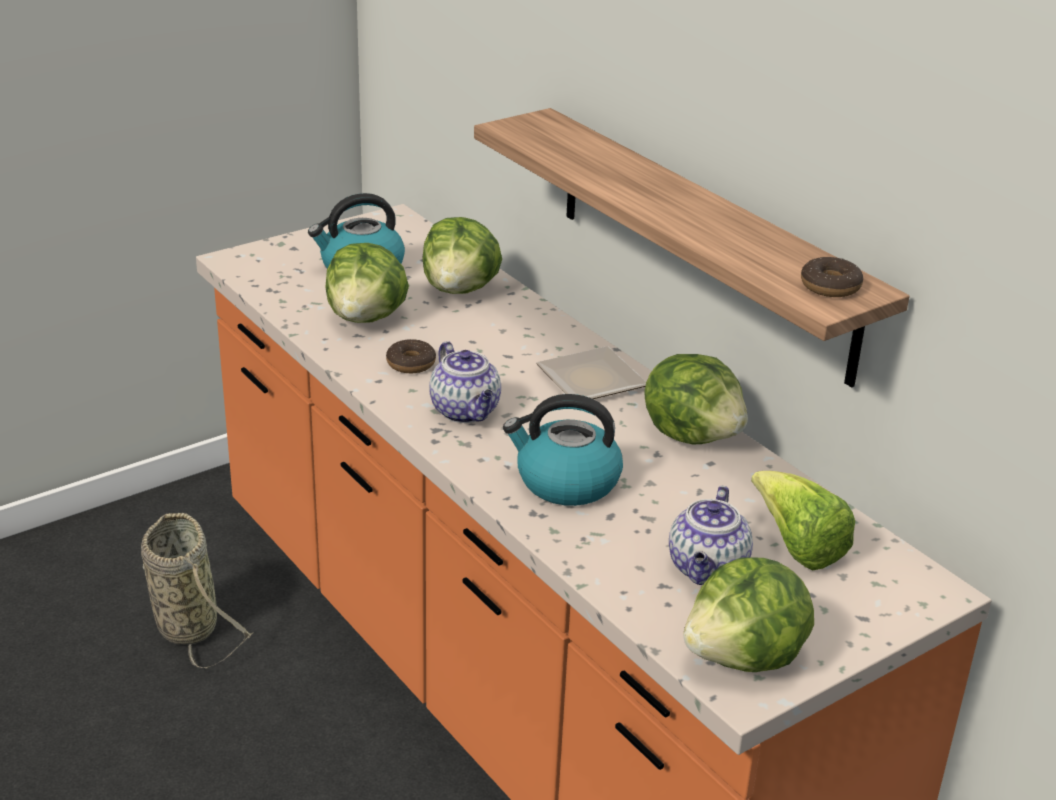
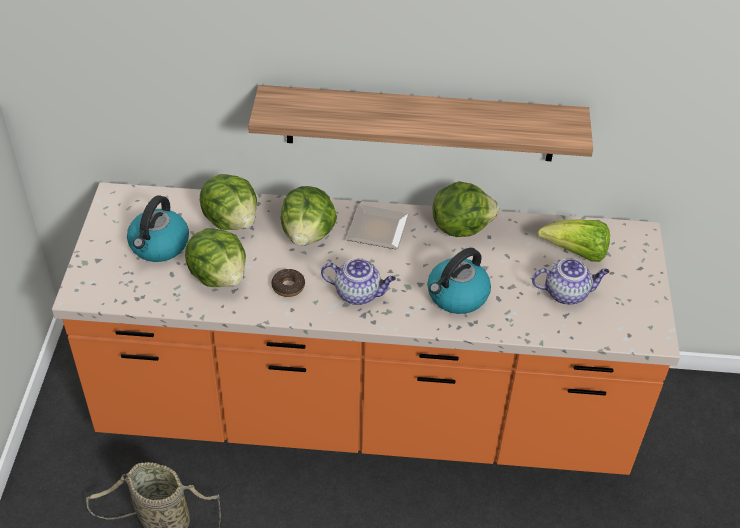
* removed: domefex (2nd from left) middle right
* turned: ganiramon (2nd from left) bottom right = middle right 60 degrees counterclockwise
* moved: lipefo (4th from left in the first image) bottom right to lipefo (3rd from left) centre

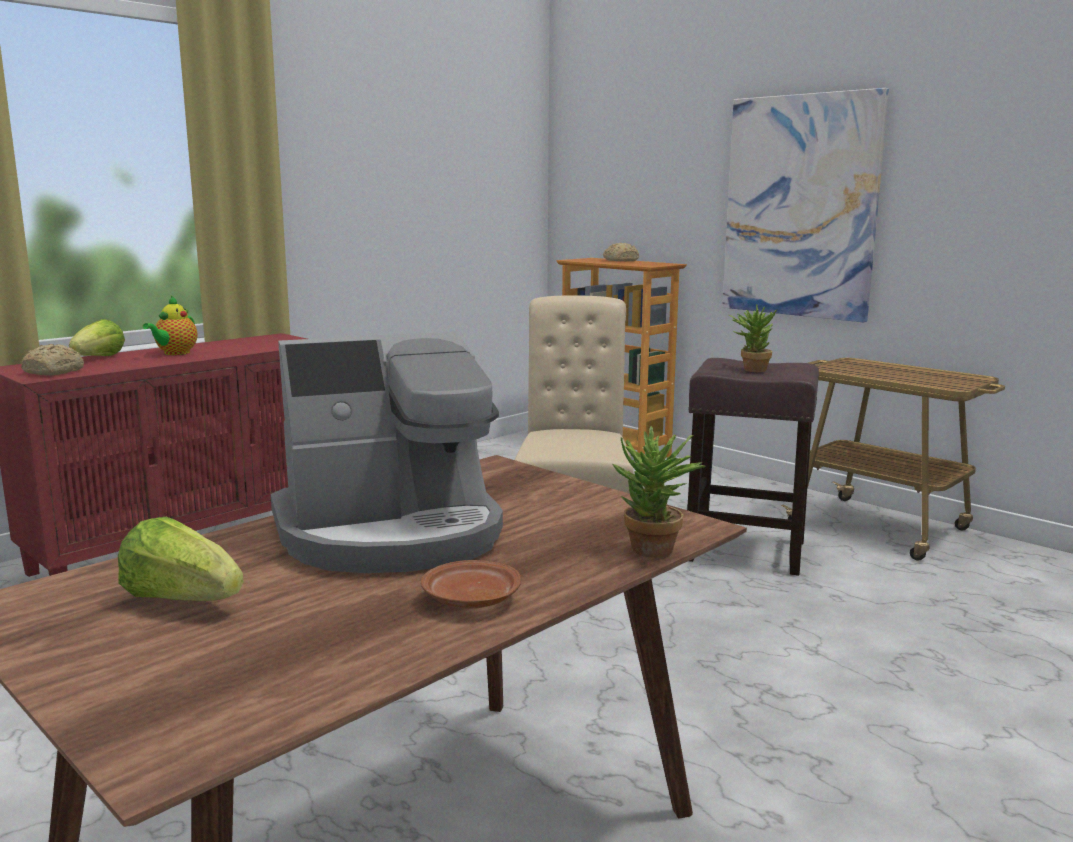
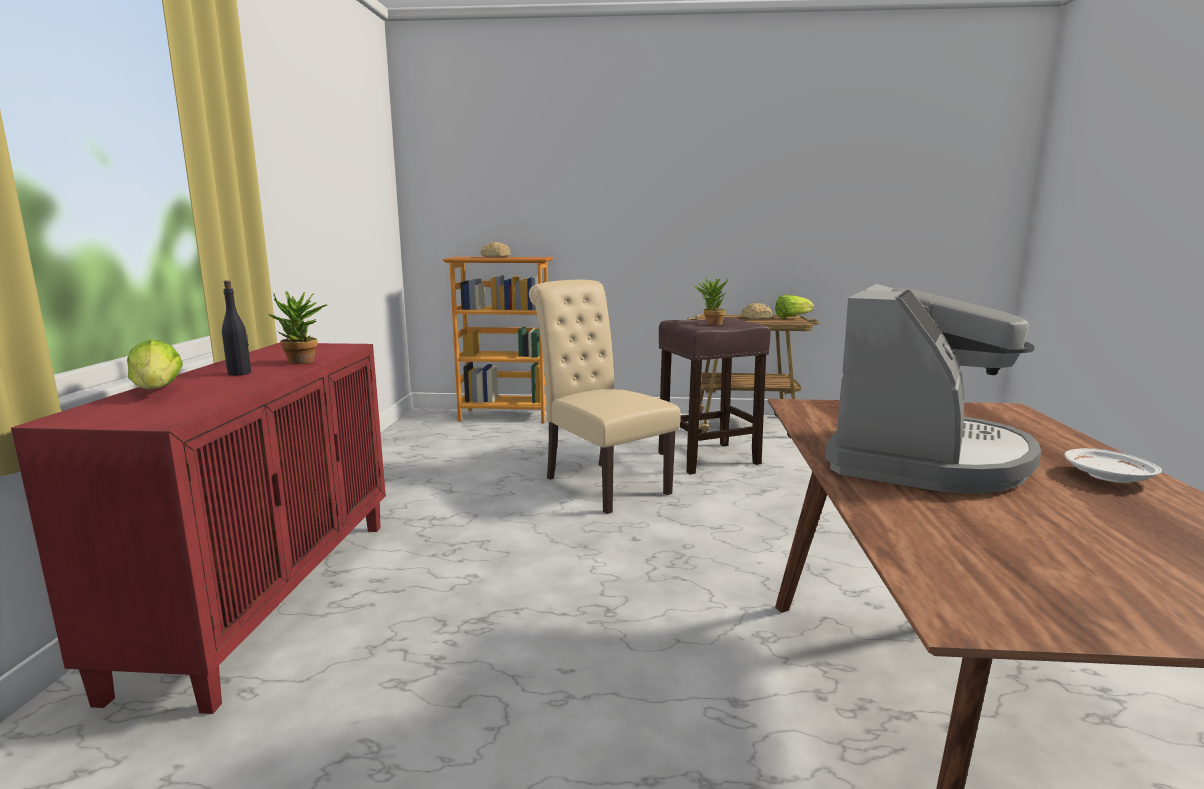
* removed: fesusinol top right
* replaced: ganiramon middle left to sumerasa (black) middle left
* moved: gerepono (1st from left in the first image) middle left to gerepono (2nd from left) centre
* moved: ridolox (1st from left) centre to middle left
* moved: lipefo (2nd from left) middle left to centre
* recoloured: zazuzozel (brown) bottom centre to zazuzozel (white) middle right

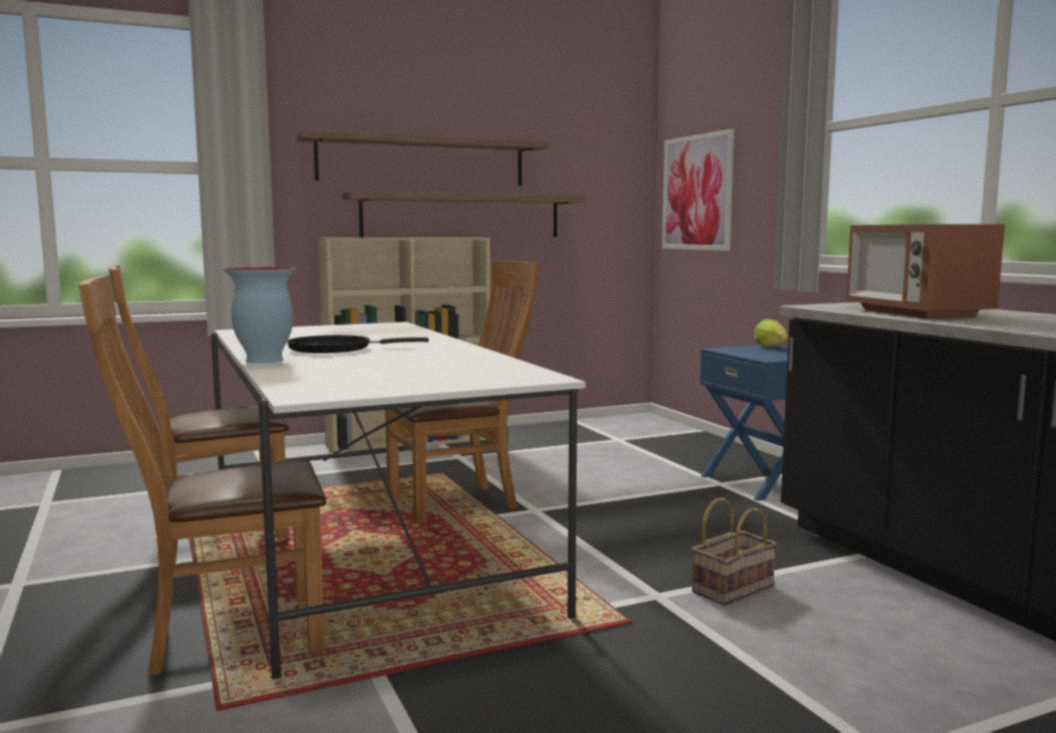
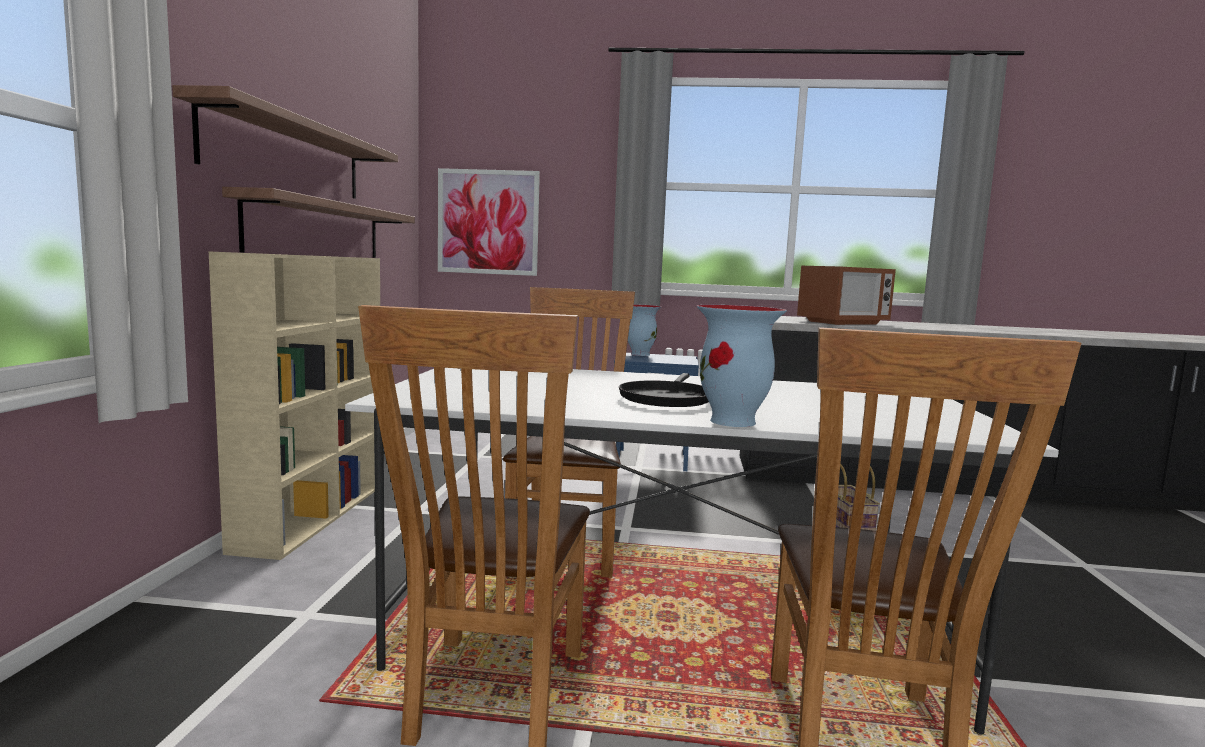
* turned: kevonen middle right = middle right 45 degrees counterclockwise
* replaced: lipefo middle right to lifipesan (1st from left) centre

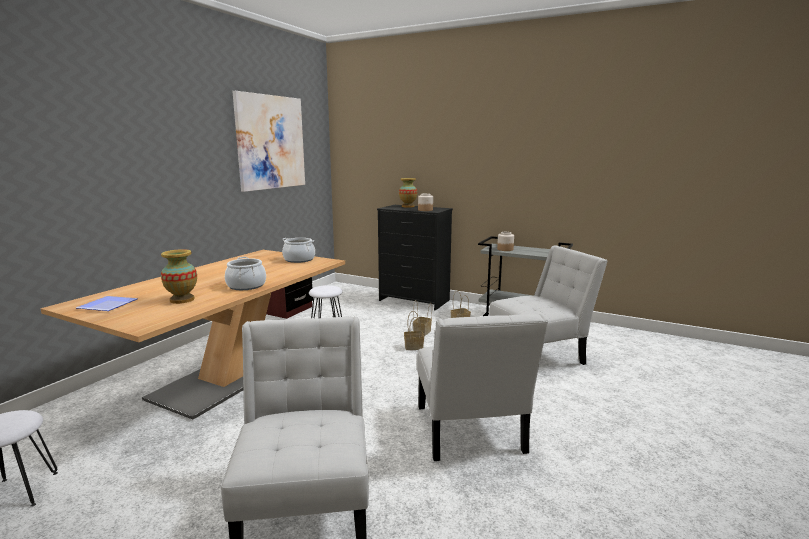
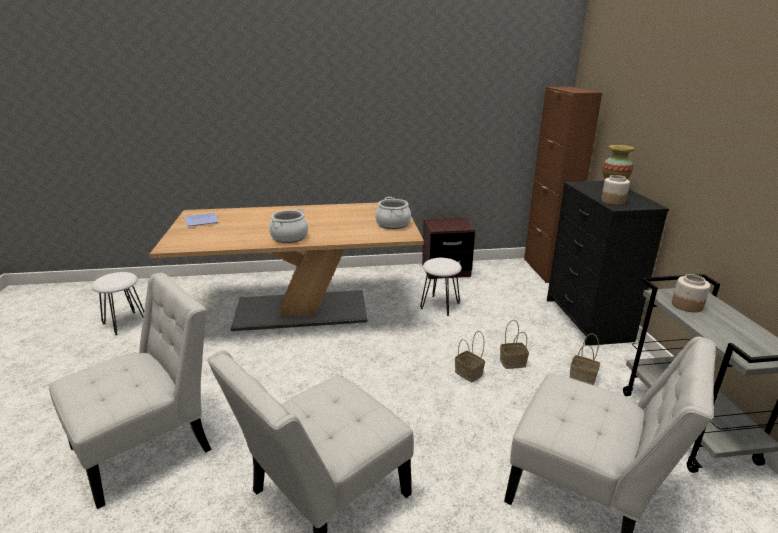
* removed: fesusinol top left
* removed: lifipesan (1st from left) middle left
* added: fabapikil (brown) middle right

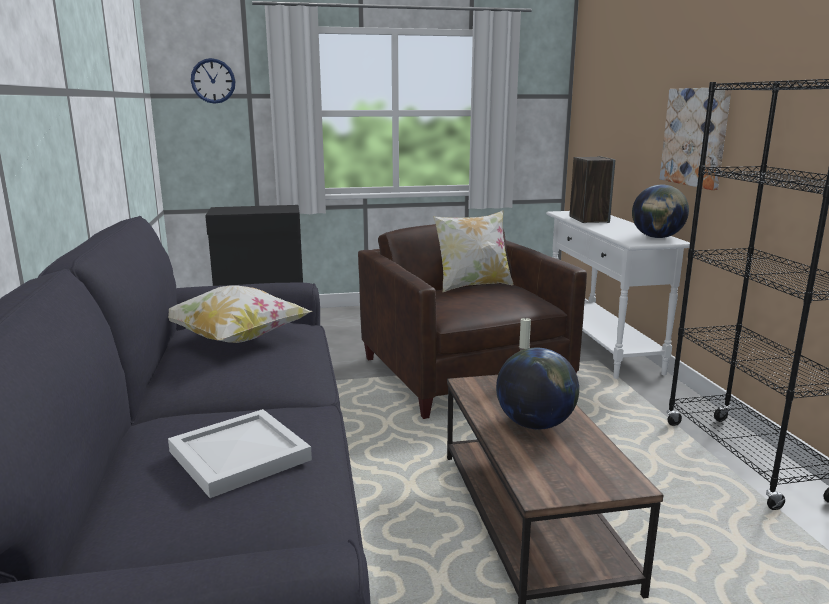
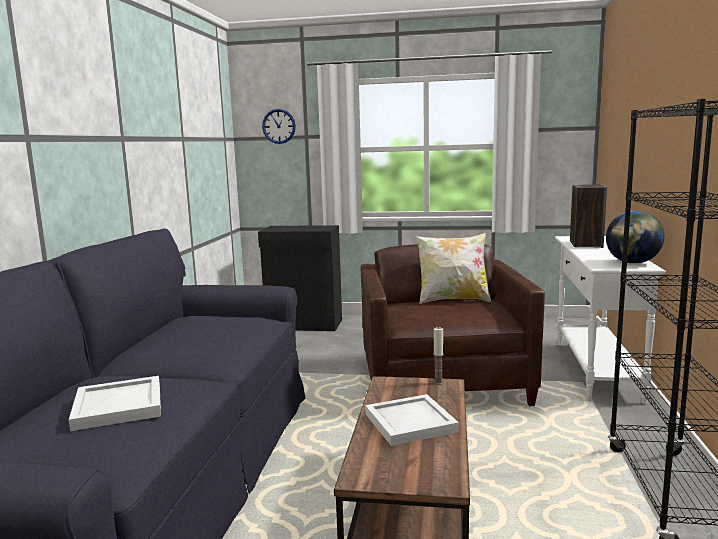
* removed: fesusinol top right
* removed: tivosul (1st from left) middle left
* replaced: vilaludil (1st from left) centre to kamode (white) (2nd from left) bottom centre

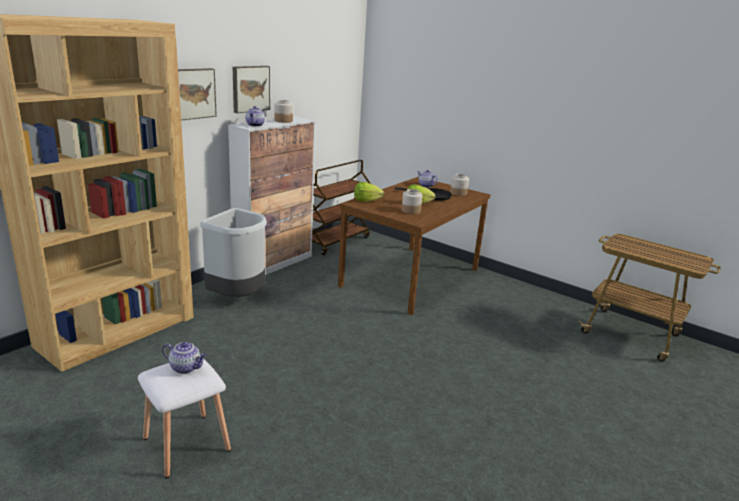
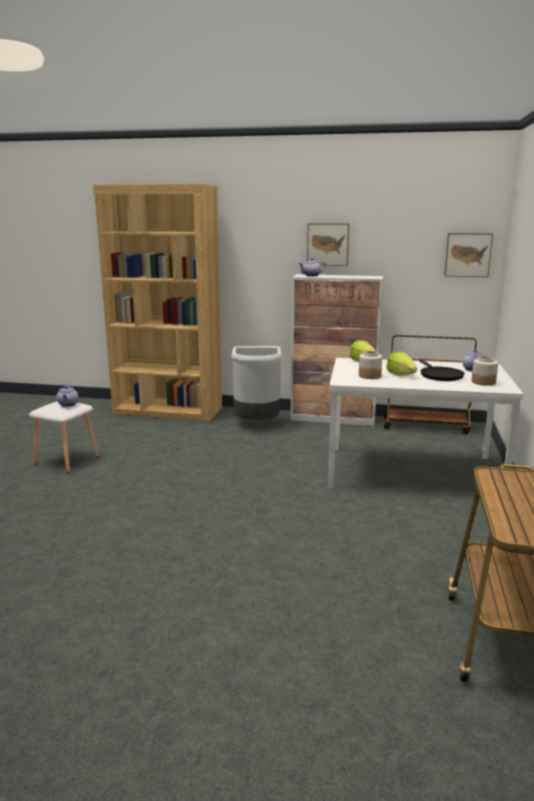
* moved: fesusinol (1st from left in the first image) top left to fesusinol (2nd from left) top right
* removed: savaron (1st from left) top centre
* recoloured: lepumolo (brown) centre to lepumolo (white) middle right

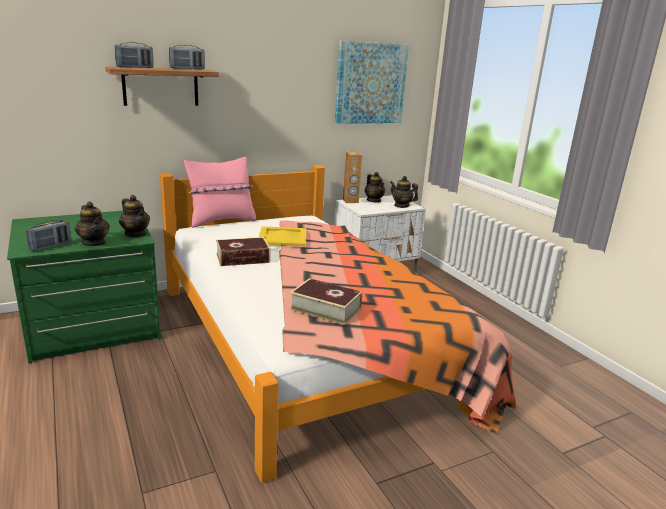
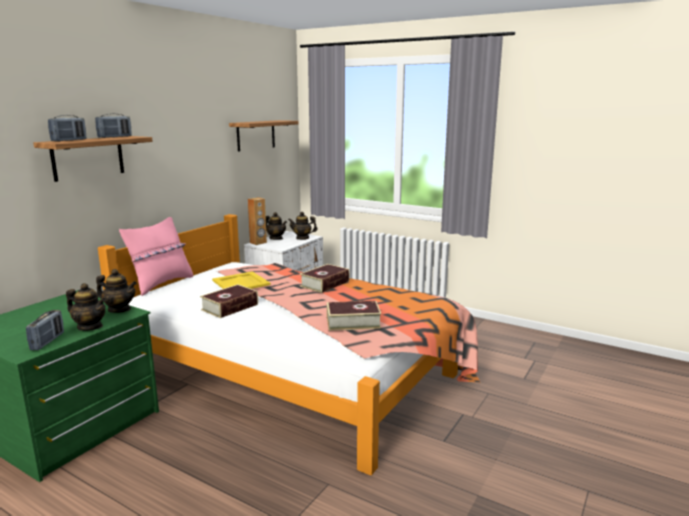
* replaced: fesusinol top centre to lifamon (2nd from left) top centre
* added: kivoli (2nd from left) centre

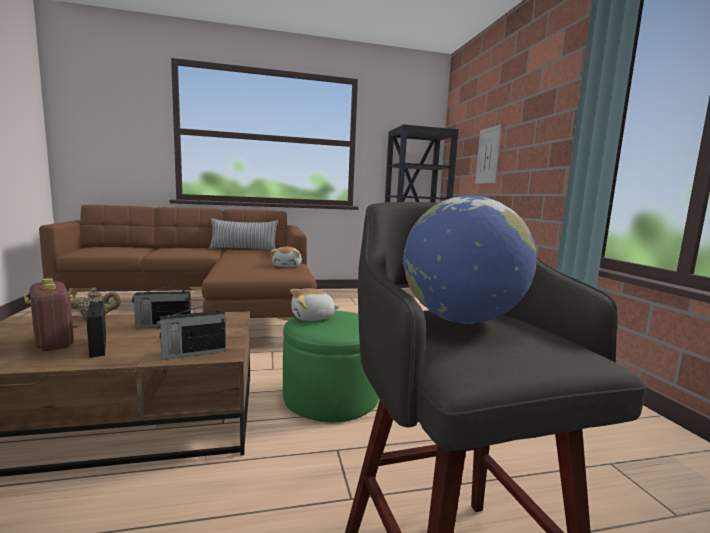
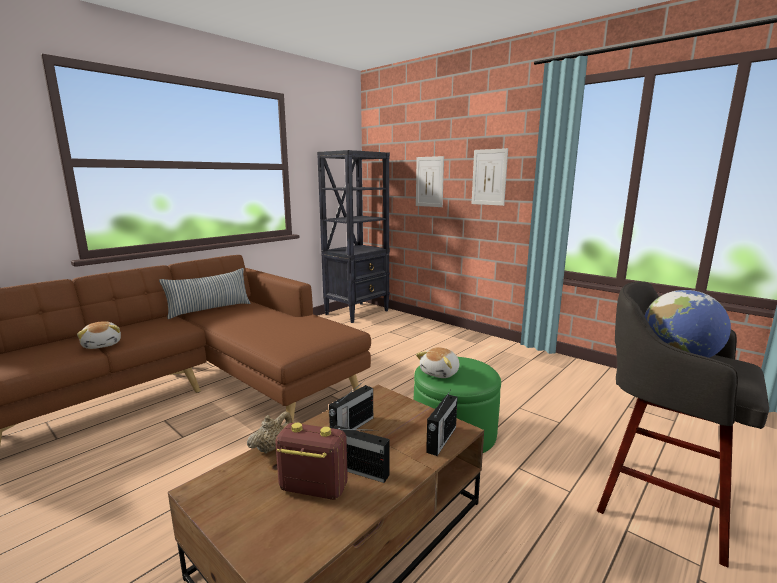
* moved: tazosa (1st from left) centre to middle left
* added: fesusinol (2nd from left) top centre

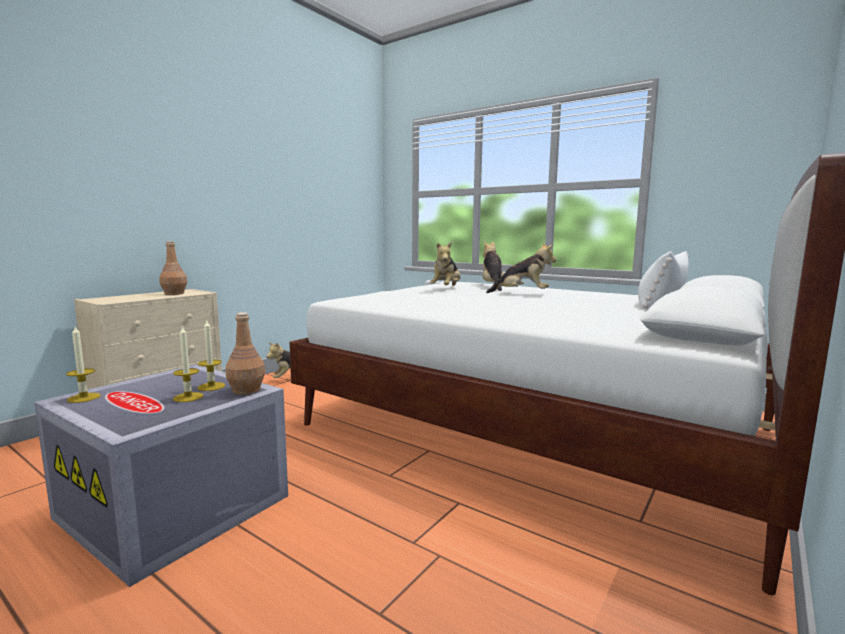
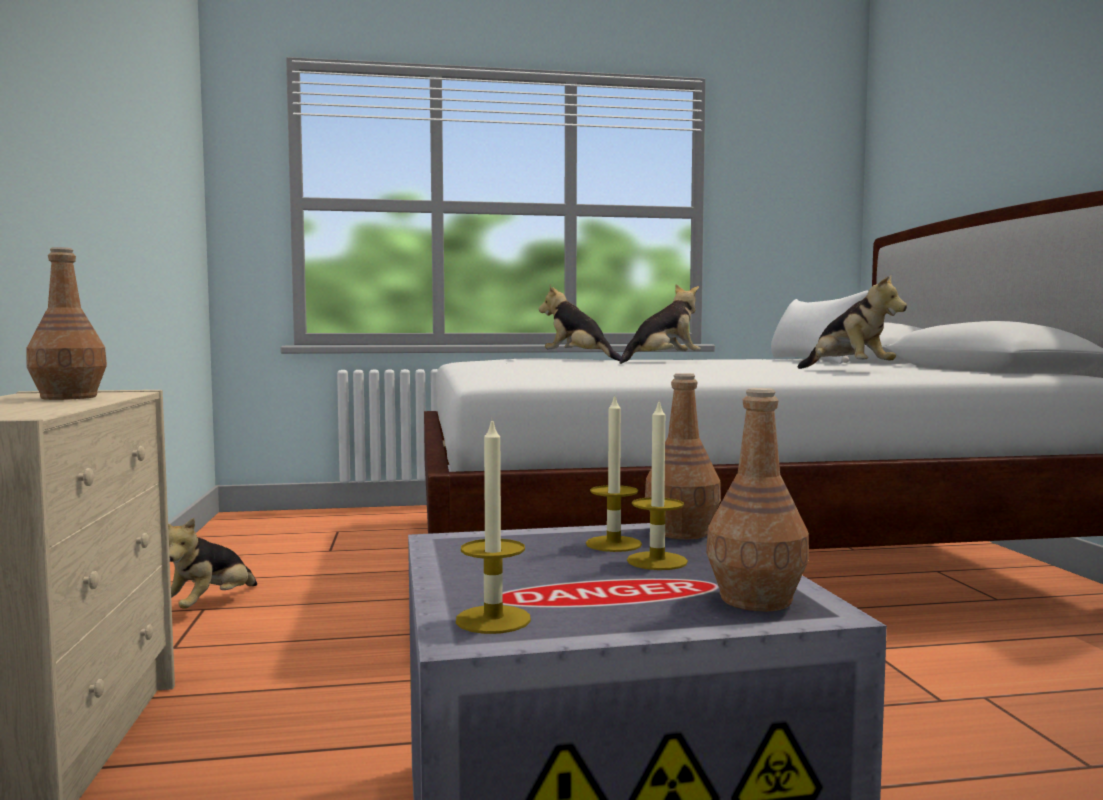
* moved: tazosa (2nd from left in the first image) centre to tazosa (4th from left) middle right
* added: sumerasa (brown) (3rd from left) middle right

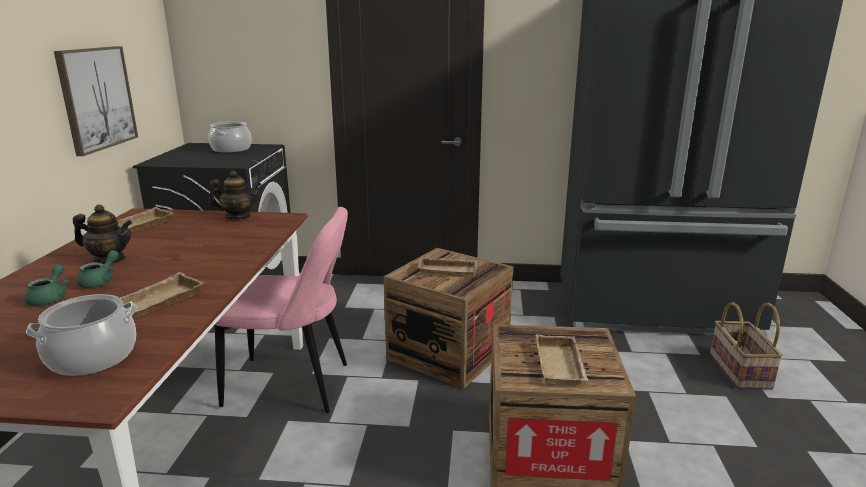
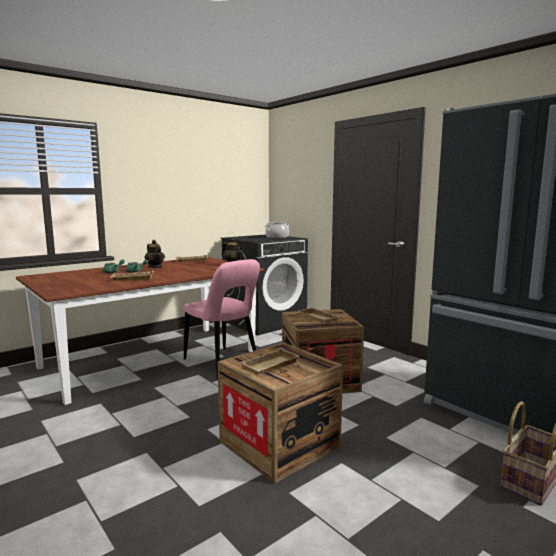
* removed: fesusinol top left
* removed: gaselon (1st from left) bottom left

